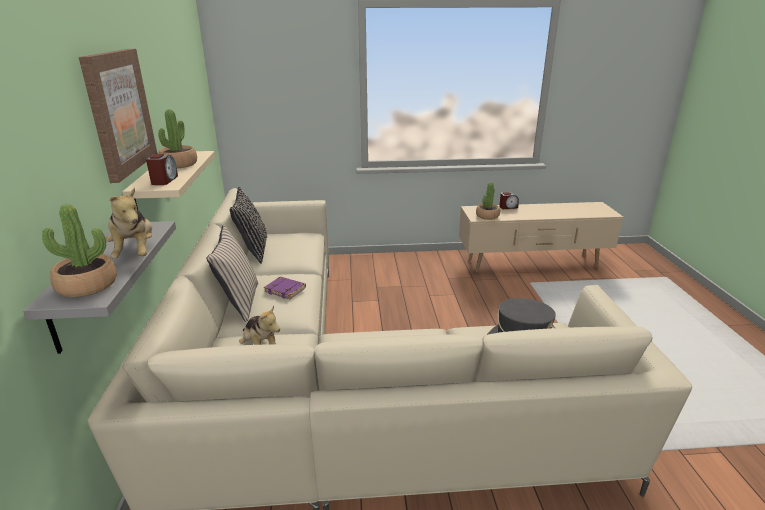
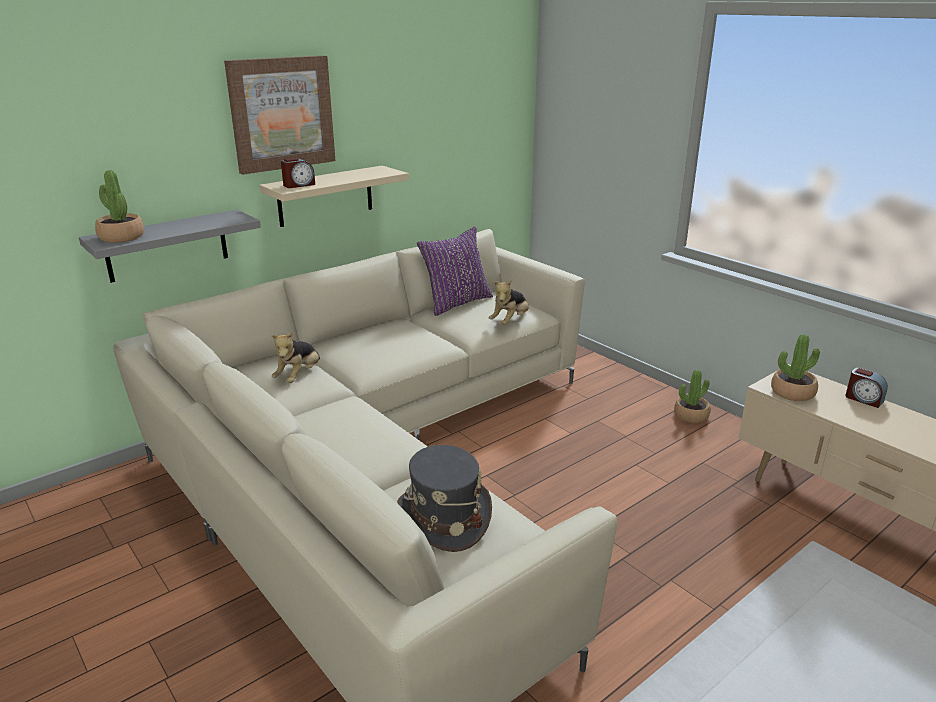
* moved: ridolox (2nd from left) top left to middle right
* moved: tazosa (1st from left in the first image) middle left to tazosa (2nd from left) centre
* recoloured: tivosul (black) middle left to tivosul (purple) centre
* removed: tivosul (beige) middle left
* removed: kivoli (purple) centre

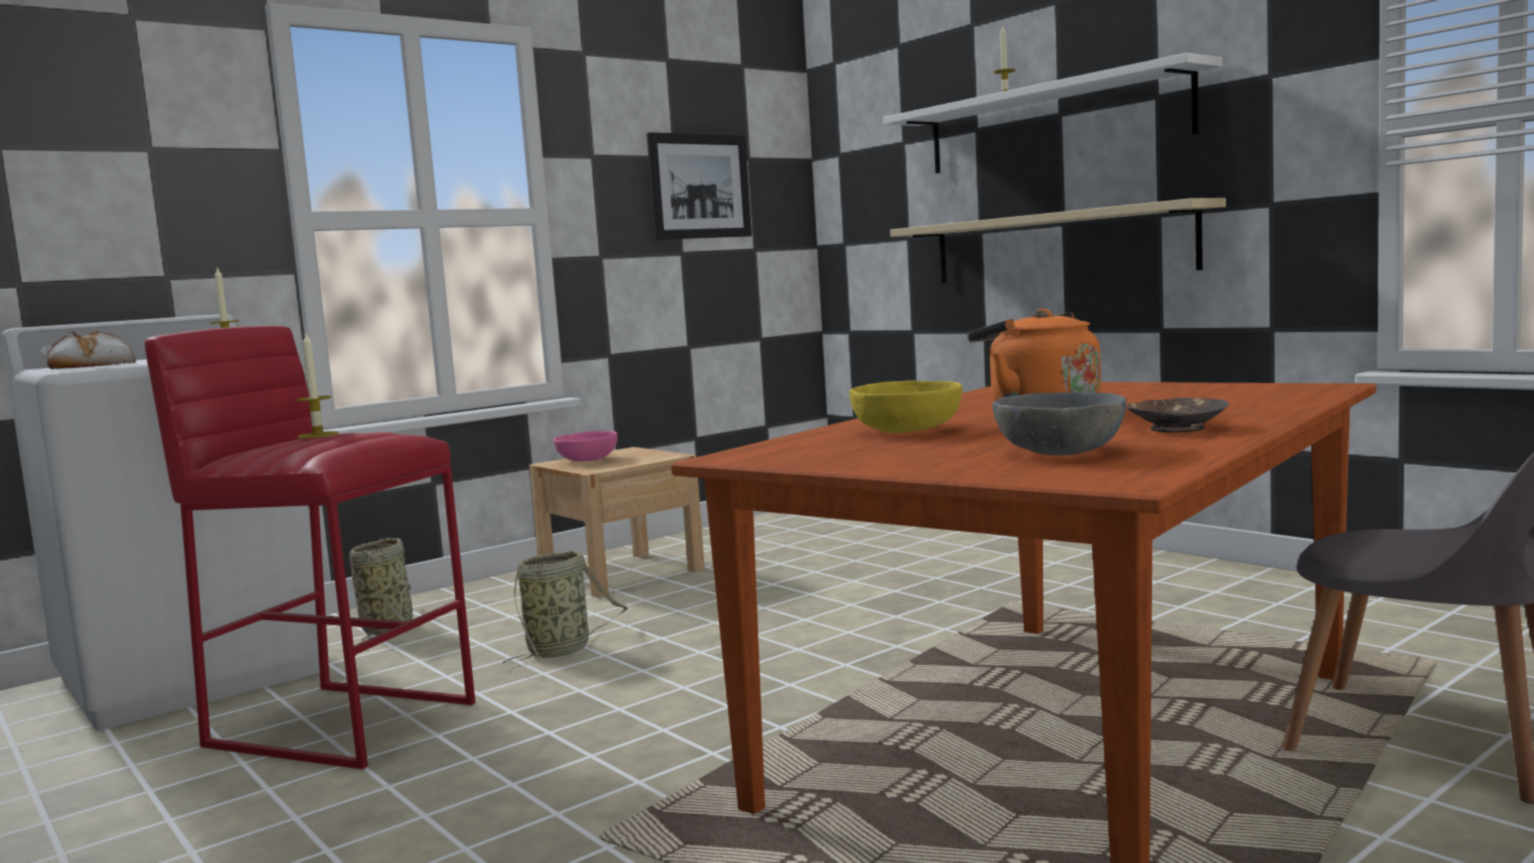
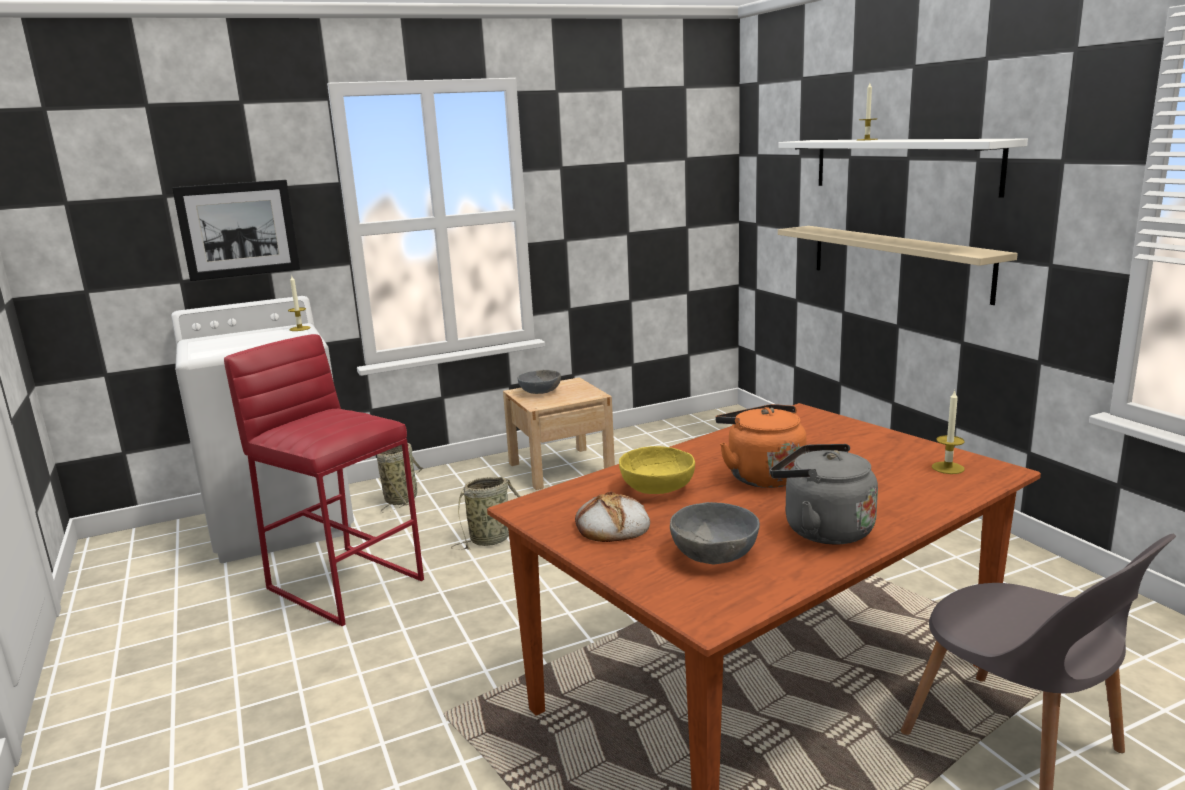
* moved: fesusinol top centre to top left
* moved: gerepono middle left to centre
* moved: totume (2nd from left in the first image) middle left to totume (3rd from left) middle right
* replaced: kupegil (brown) middle right to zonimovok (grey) middle right
* recoloured: kupegil (pink) centre to kupegil (grey) (1st from left) centre

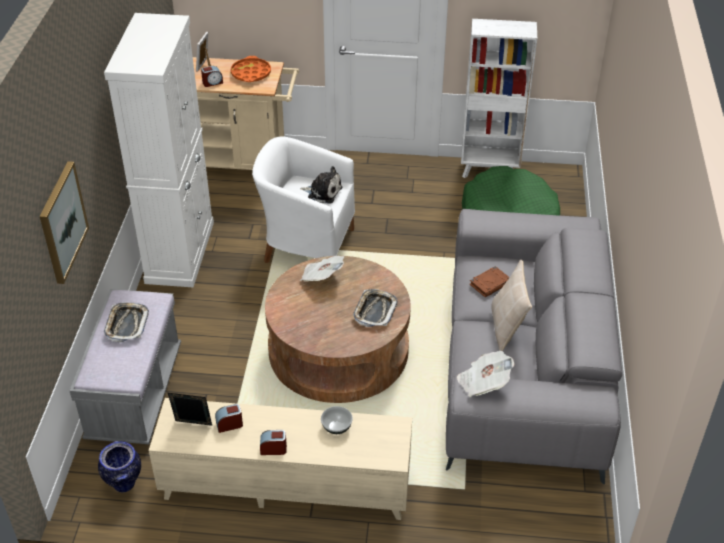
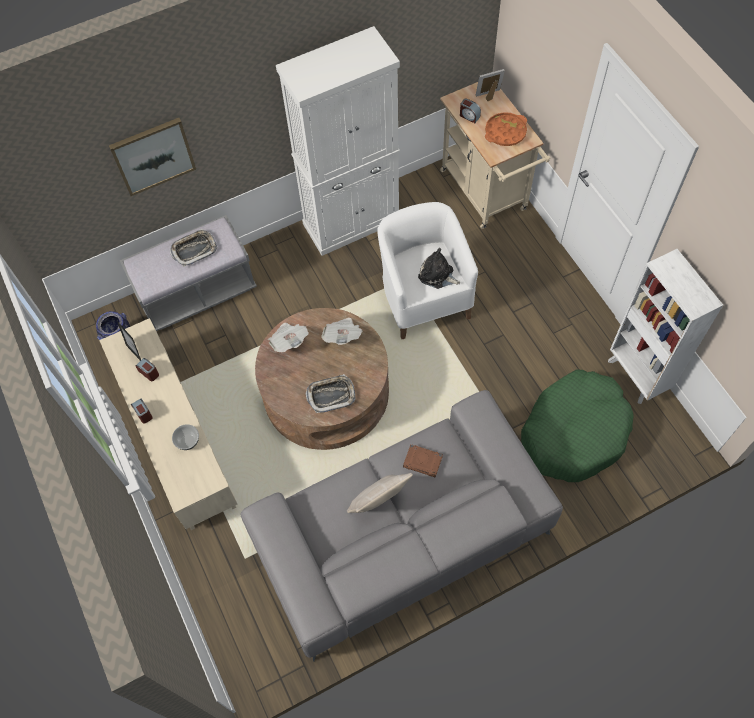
* turned: tazosa centre = centre 135 degrees clockwise
* moved: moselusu (2nd from left in the first image) bottom right to moselusu (1st from left) centre

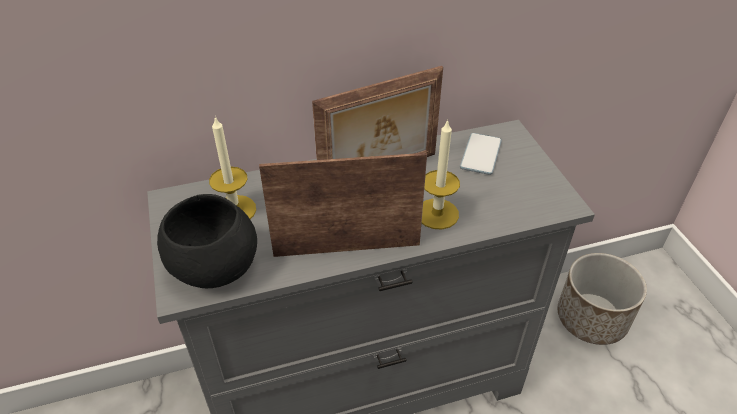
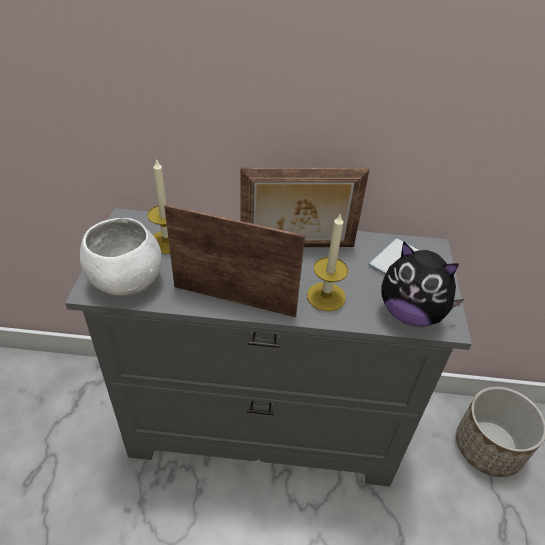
* recoloured: kupegil (black) middle left to kupegil (white) middle left
* added: tazosa middle right

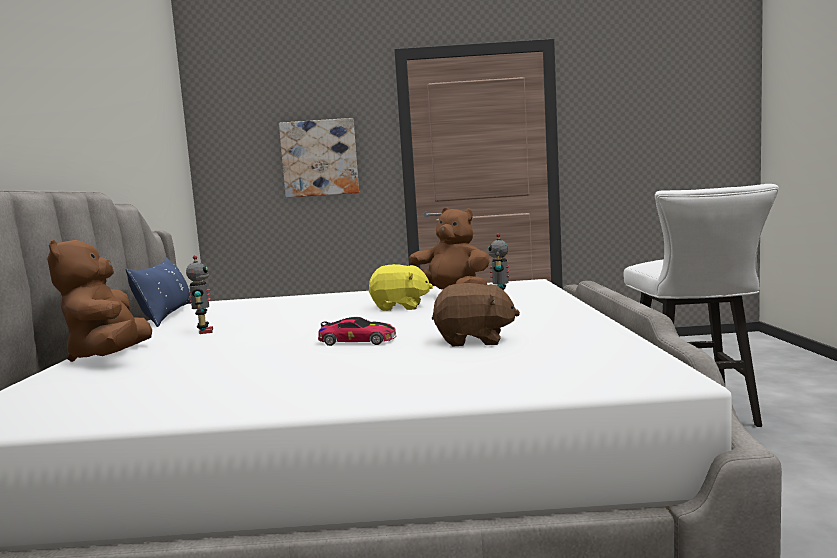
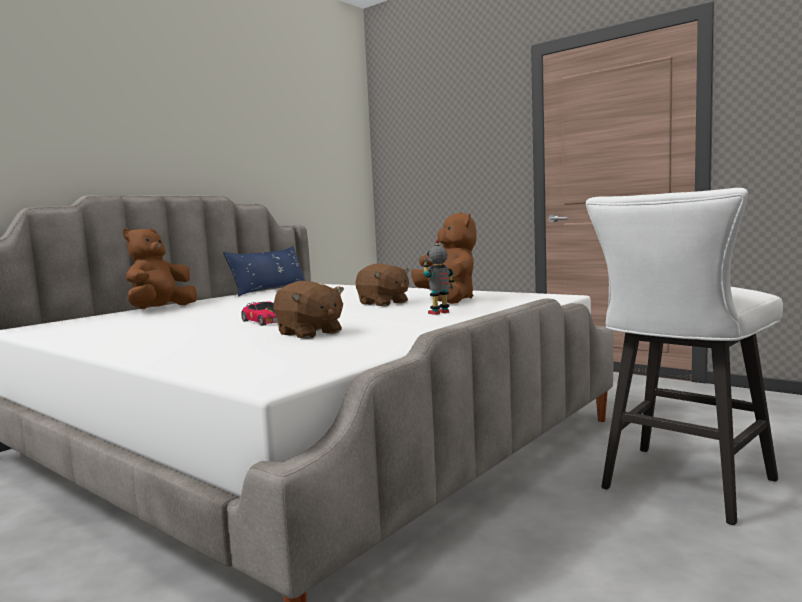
* removed: fesusinol top centre
* removed: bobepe (1st from left) middle left
* recoloured: tazosa (yellow) centre to tazosa (brown) (3rd from left) centre

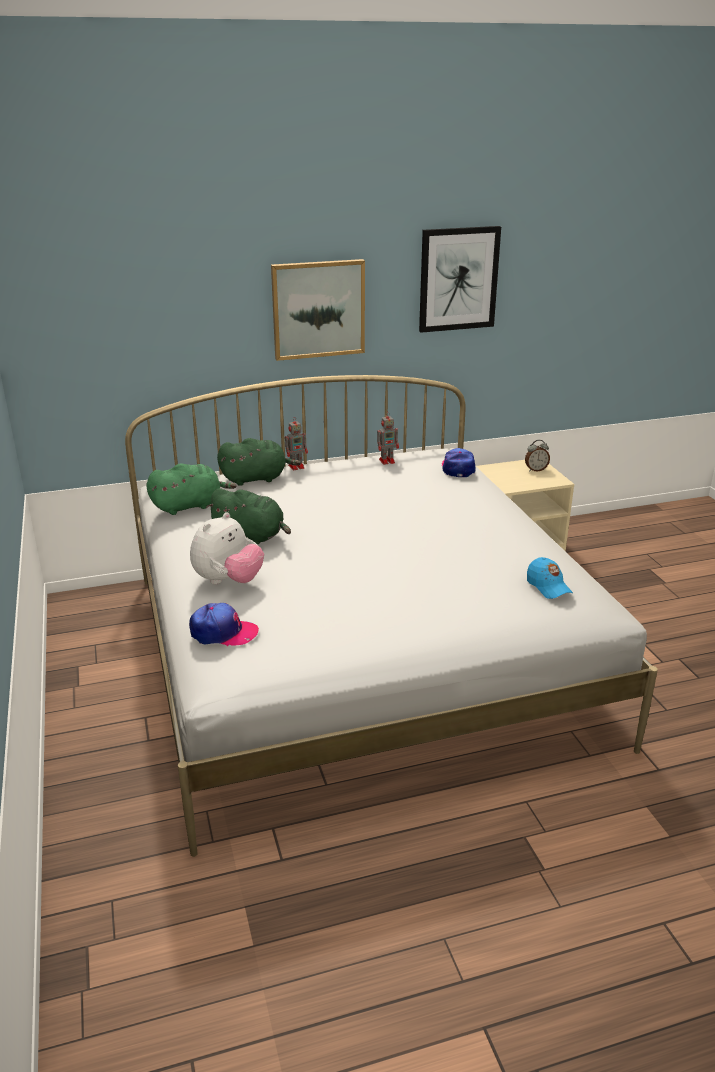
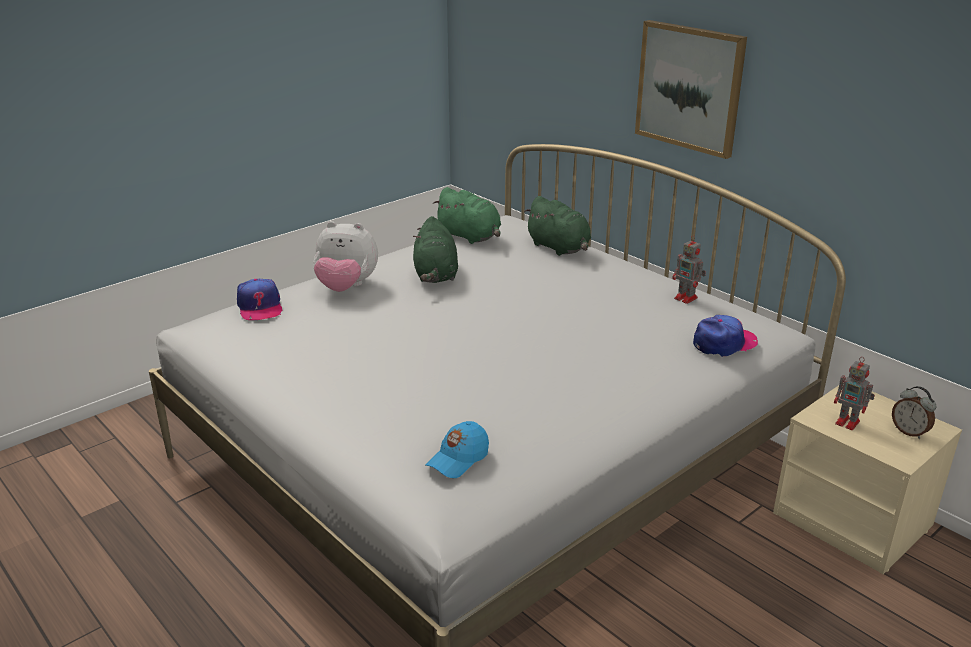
* removed: fesusinol (2nd from left) top centre
* moved: bobepe (1st from left in the first image) centre to bobepe (2nd from left) middle right

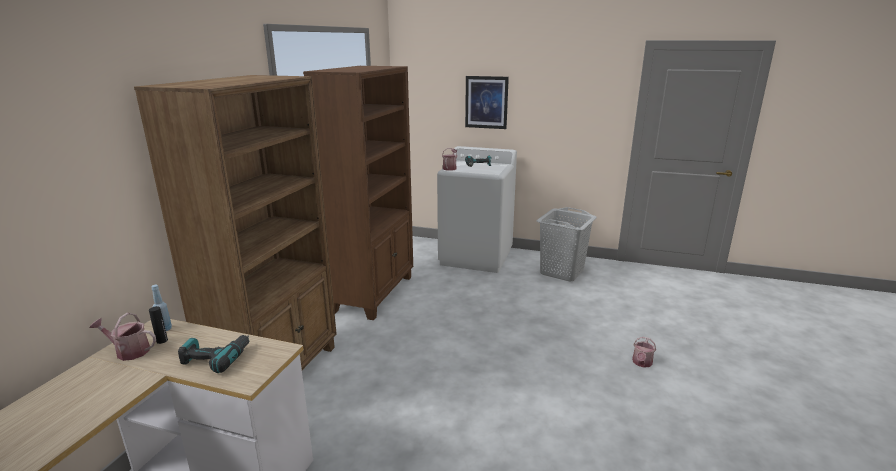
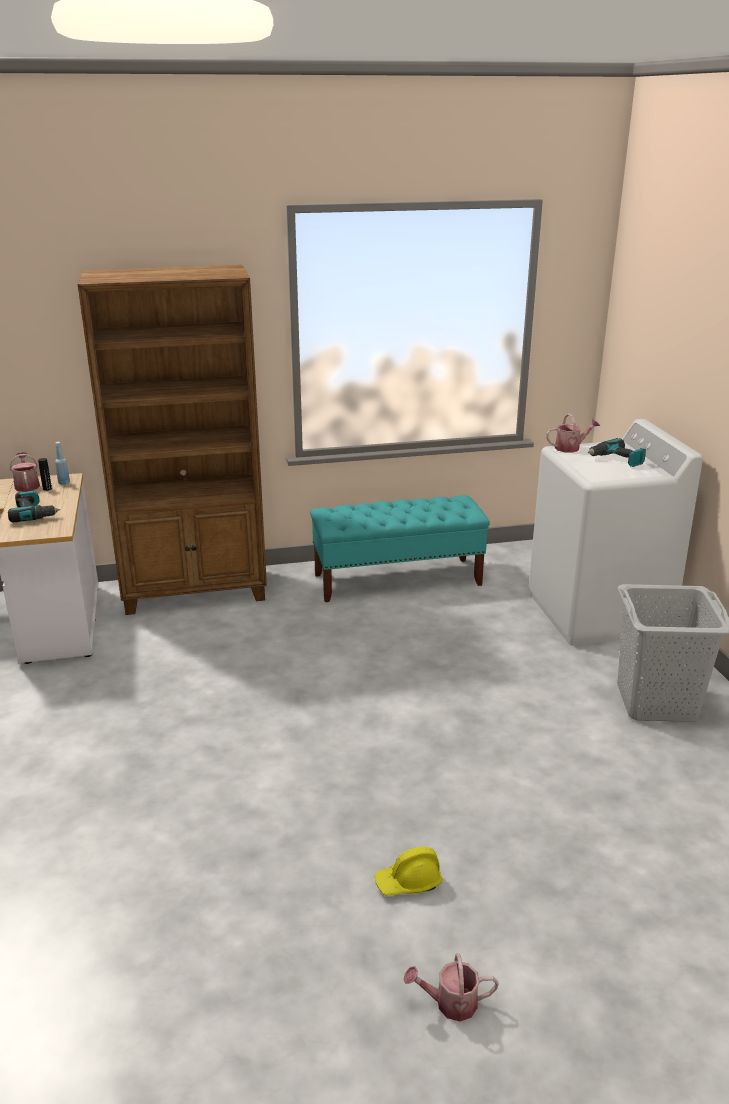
* replaced: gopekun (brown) (2nd from left) centre to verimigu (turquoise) centre
* removed: fesusinol top centre
* moved: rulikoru (3rd from left in the first image) bottom right to rulikoru (2nd from left) bottom centre
* added: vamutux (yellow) bottom centre

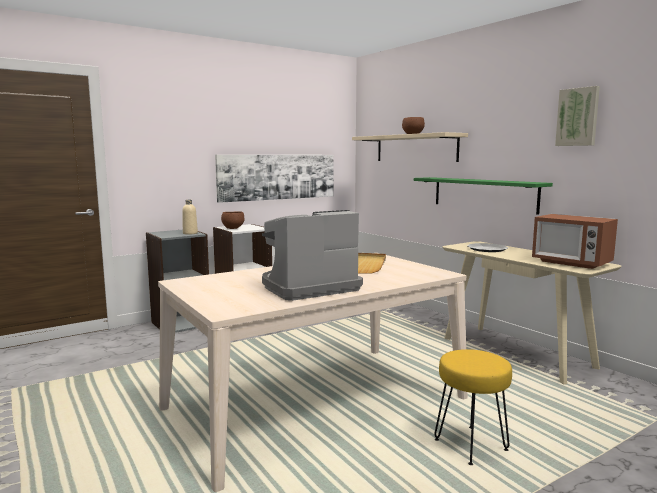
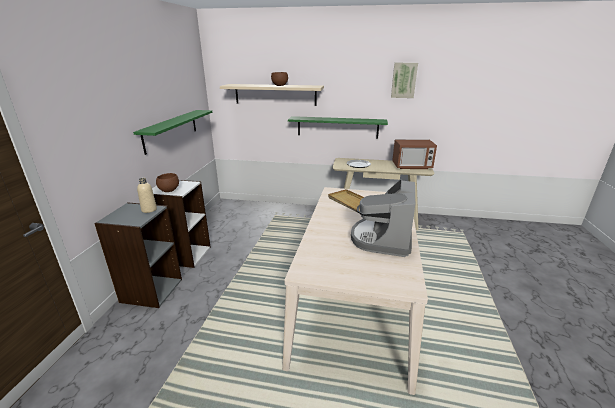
* replaced: fesusinol (1st from left) centre to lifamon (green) (1st from left) top left
* removed: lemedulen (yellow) bottom right

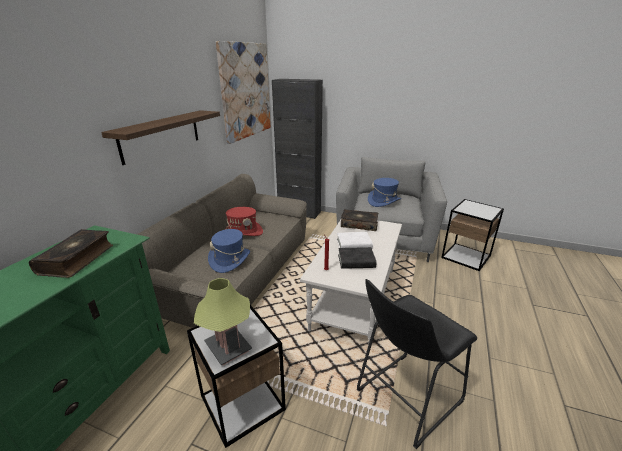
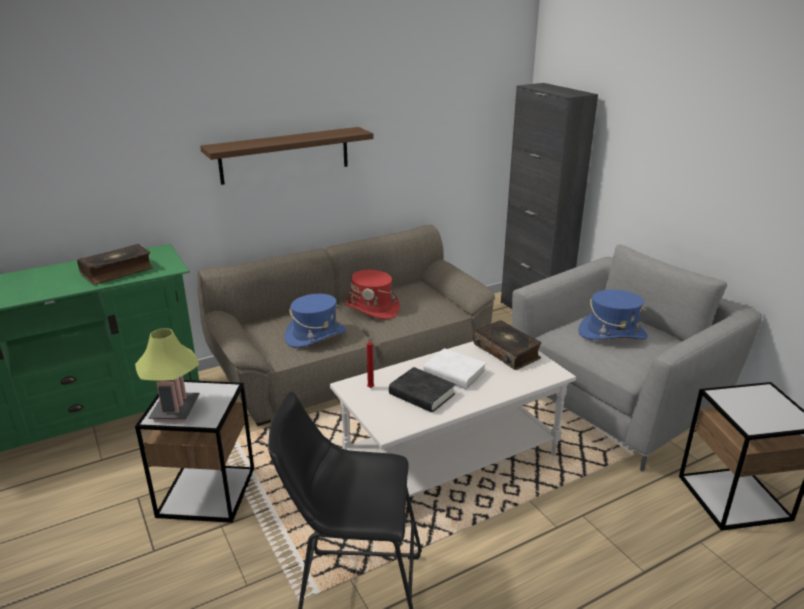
* removed: fesusinol top centre

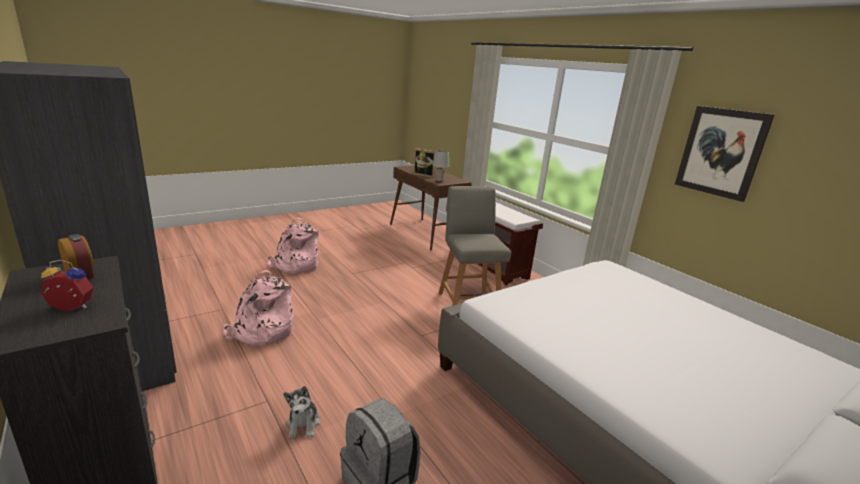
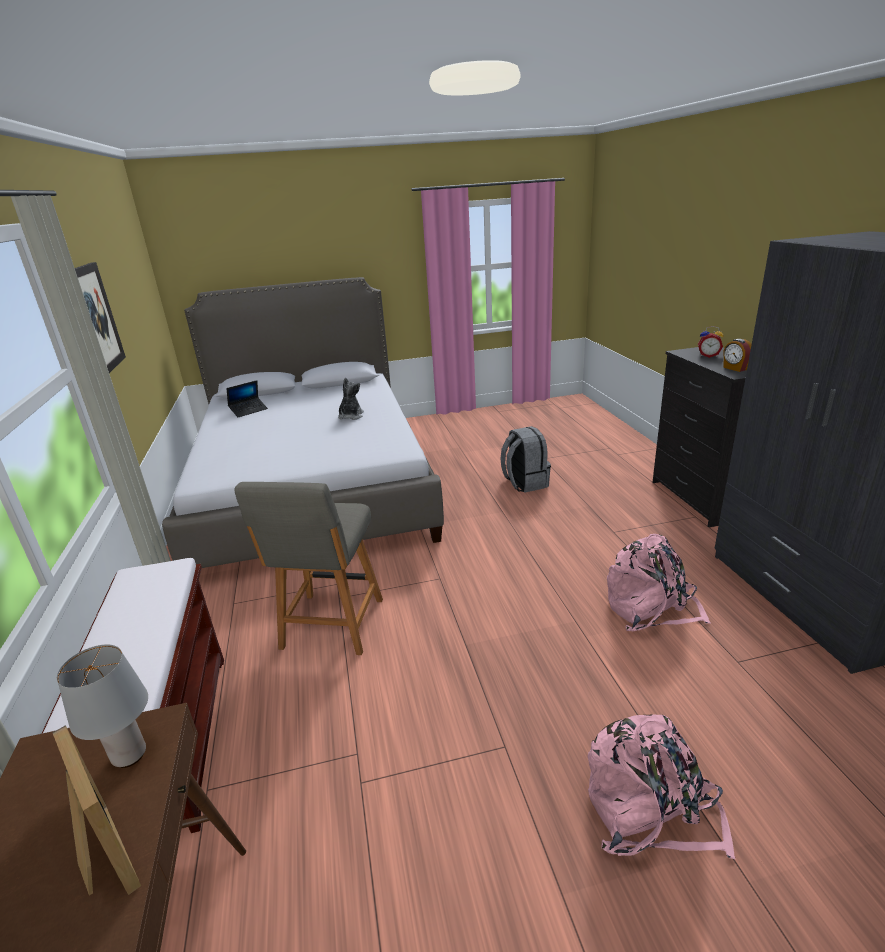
* moved: tazosa bottom centre to centre
* added: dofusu middle left

